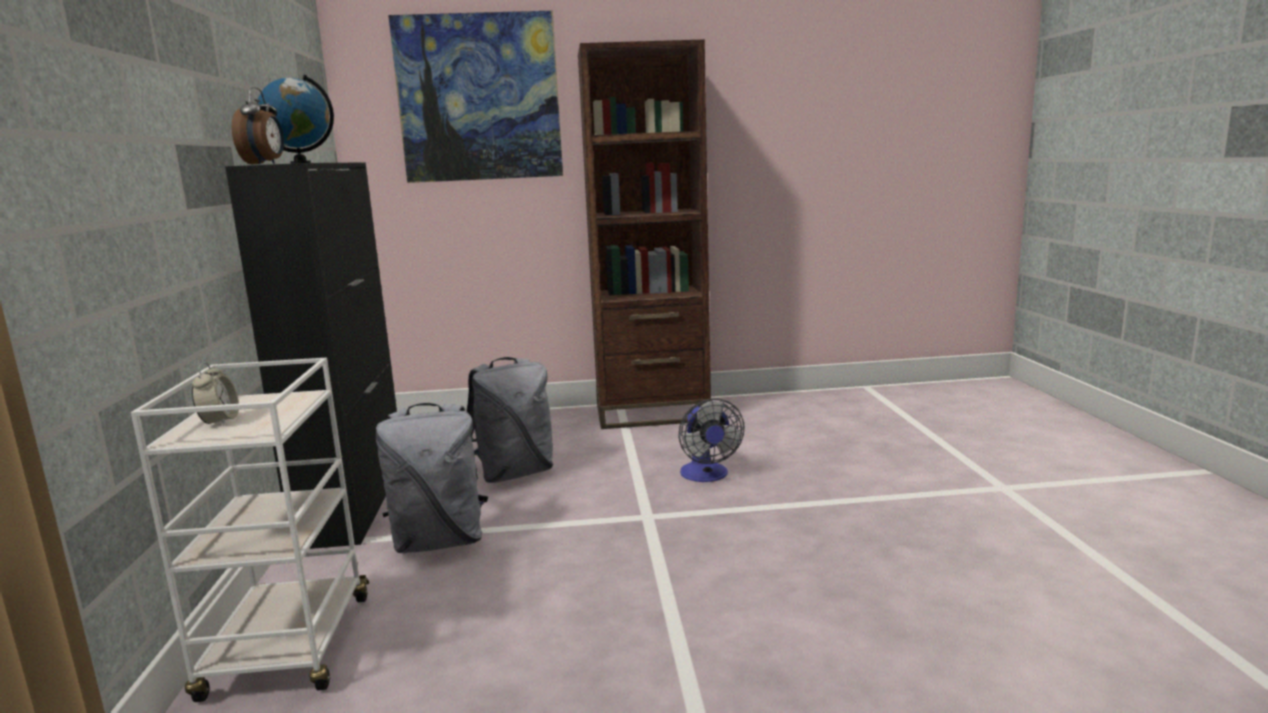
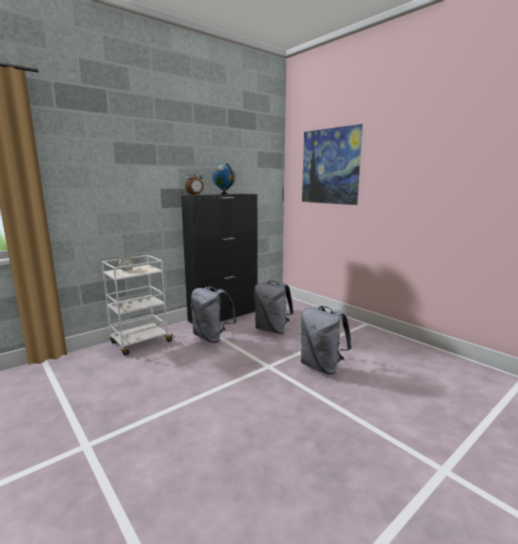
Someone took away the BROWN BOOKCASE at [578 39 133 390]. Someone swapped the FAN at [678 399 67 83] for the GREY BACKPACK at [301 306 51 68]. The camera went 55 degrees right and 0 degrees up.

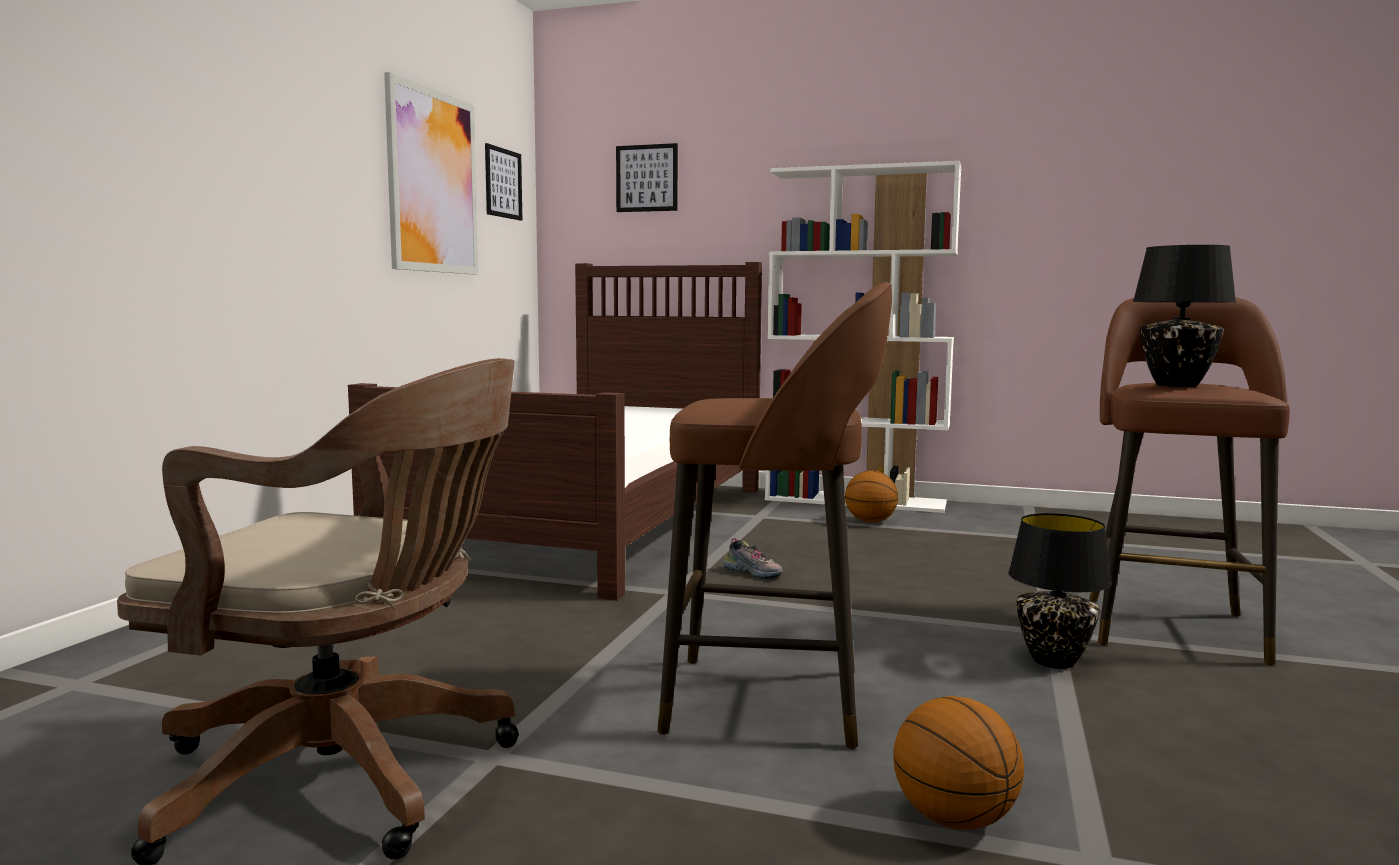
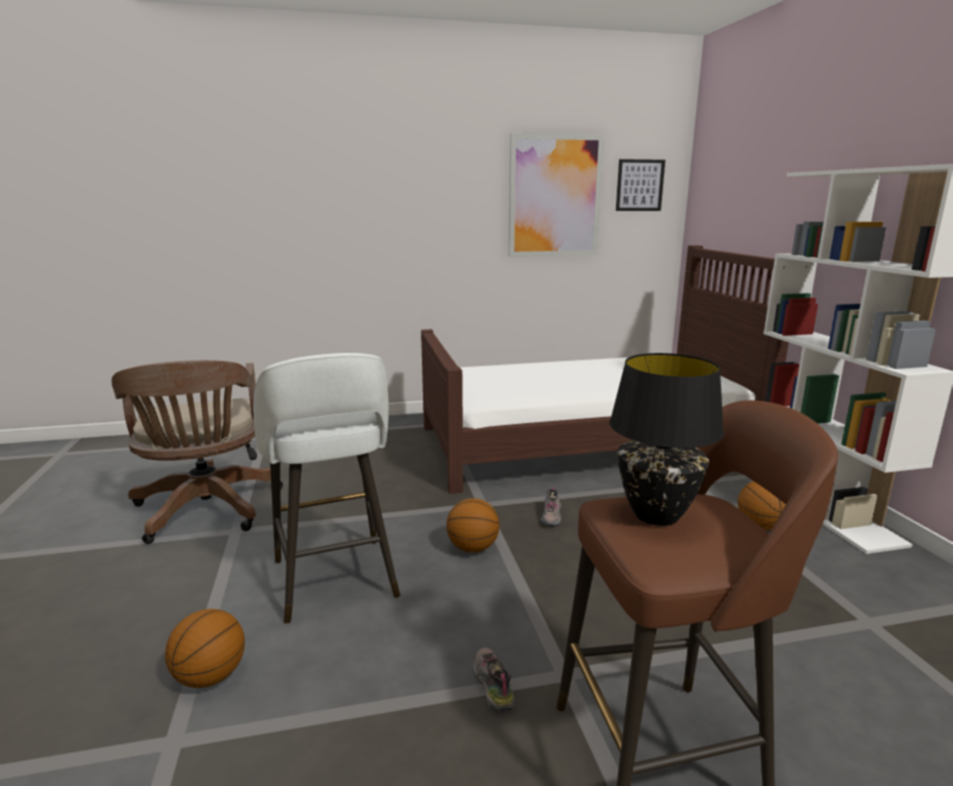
Someone took away the PICTURE at [616 143 62 69]. Someone repainted the BROWN STOOL at [657 282 235 467], which became the WHITE STOOL at [253 353 147 271]. Someone swapped the BLACK TABLE LAMP at [1008 513 104 156] for the SHOE at [473 647 42 65]. Someone put down the BASKETBALL at [446 498 54 55]. The camera went 60 degrees right and 10 degrees up.

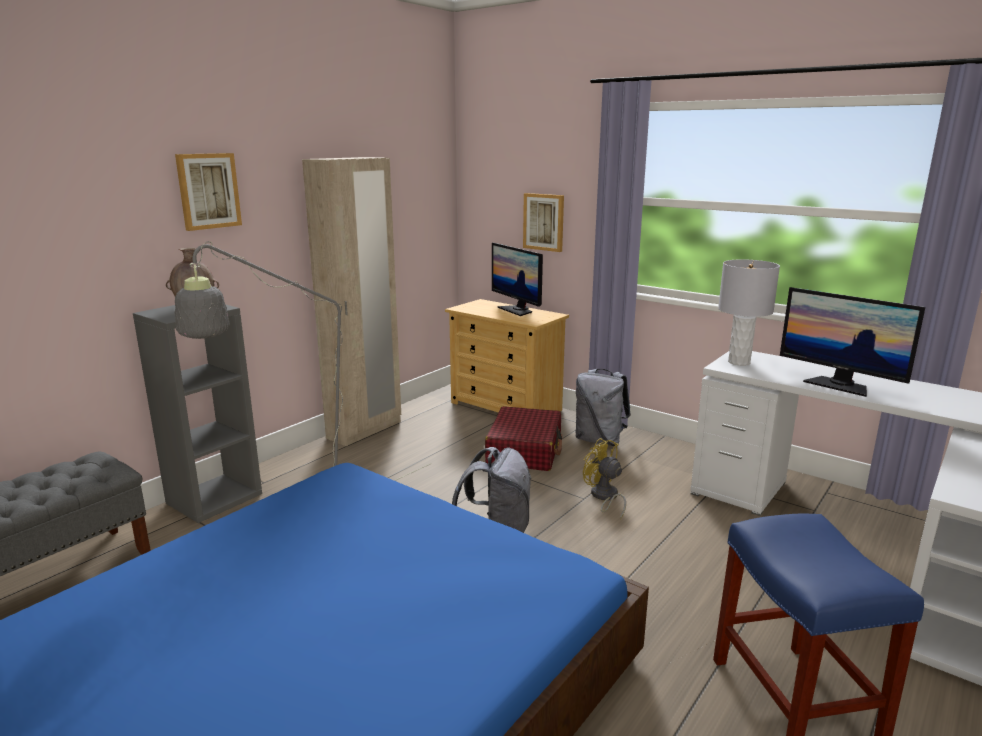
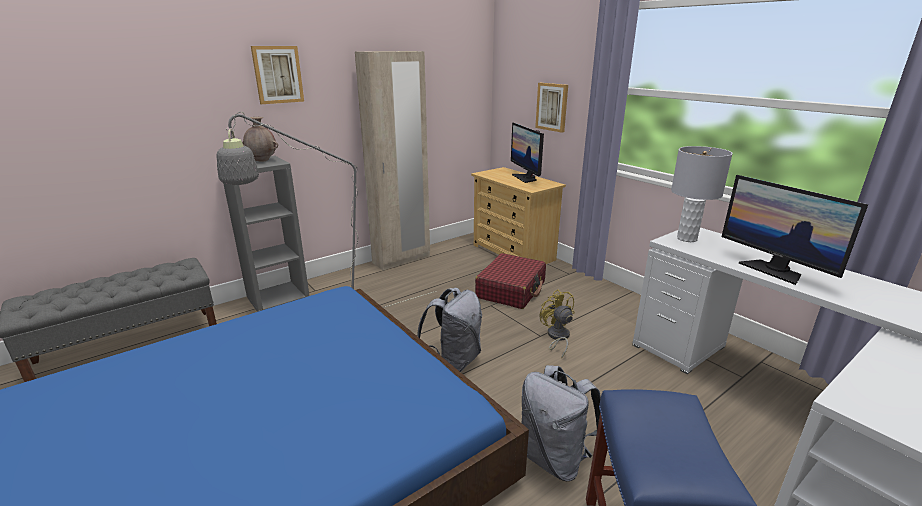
Someone carried the GREY BACKPACK from [576 369 55 77] to [522 365 79 116]. The camera went 15 degrees right and 5 degrees up.

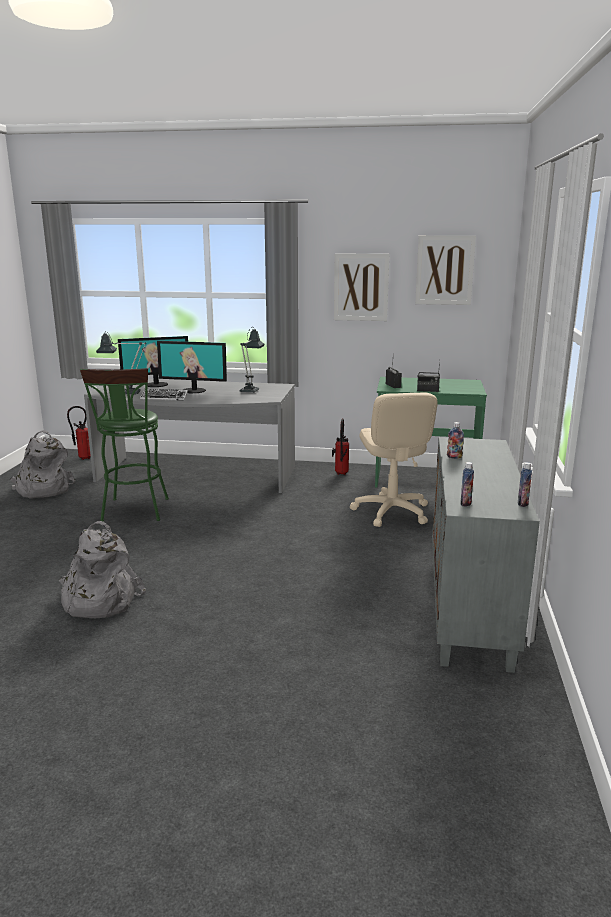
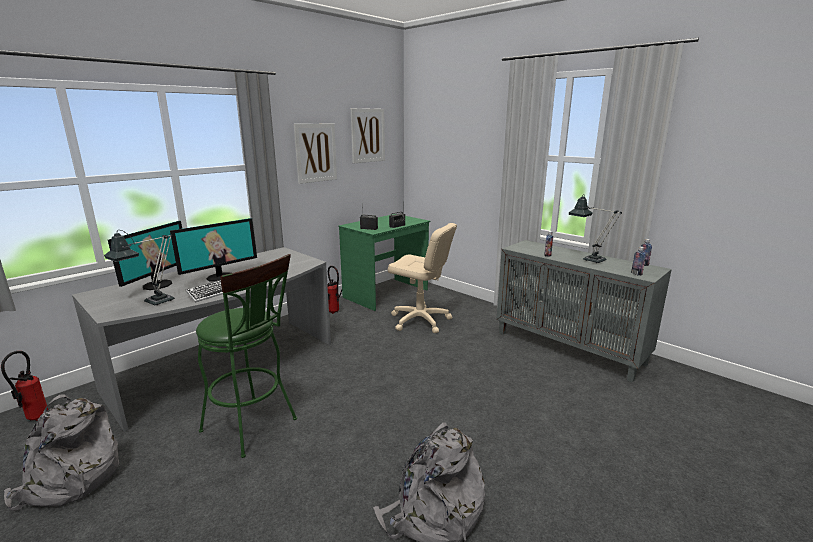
Someone carried the TABLE LAMP from [239 327 25 66] to [569 194 53 69]. The camera went 55 degrees left and 0 degrees up.

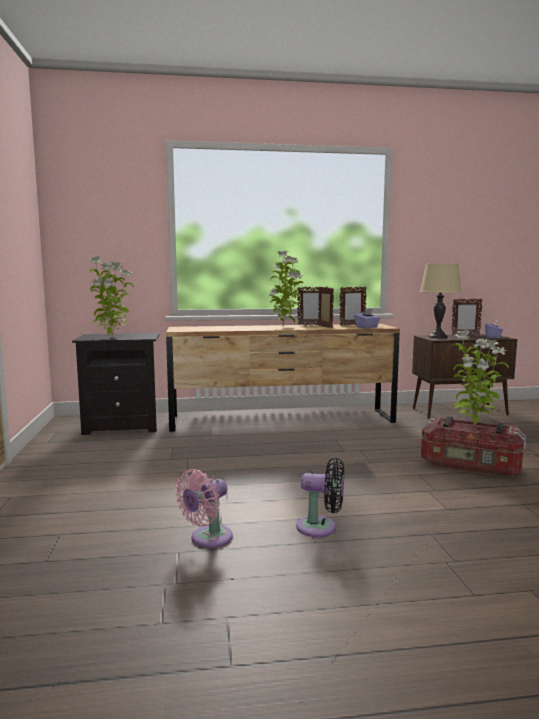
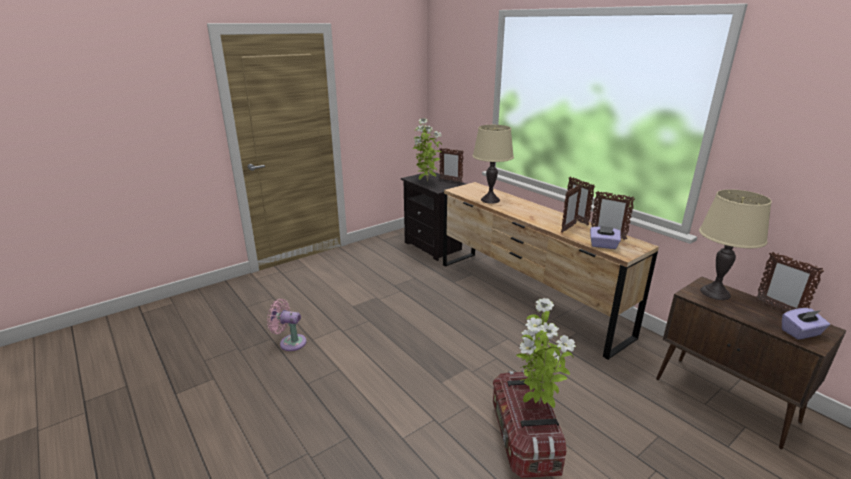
Someone took away the POTTED PLANT at [270 250 34 77]. Someone took away the BLACK FAN at [296 457 48 80]. Someone put down the PICTURE FRAME at [439 148 24 34]. Someone put down the BEIGE TABLE LAMP at [472 125 42 79]. The camera went 60 degrees right and 15 degrees up.

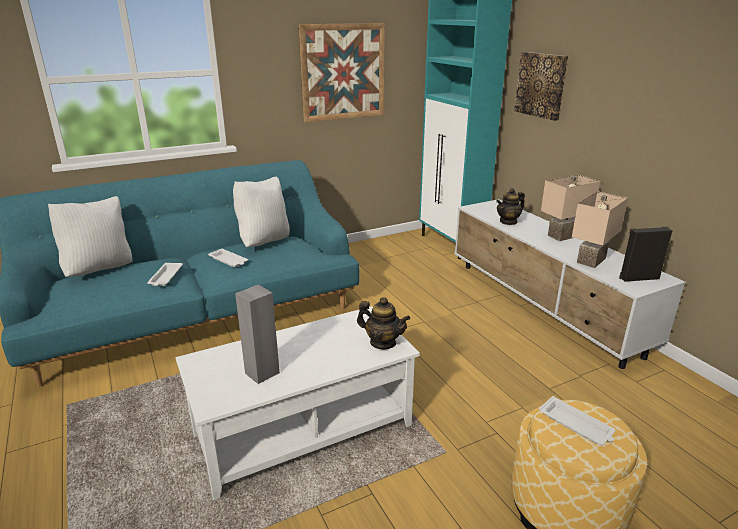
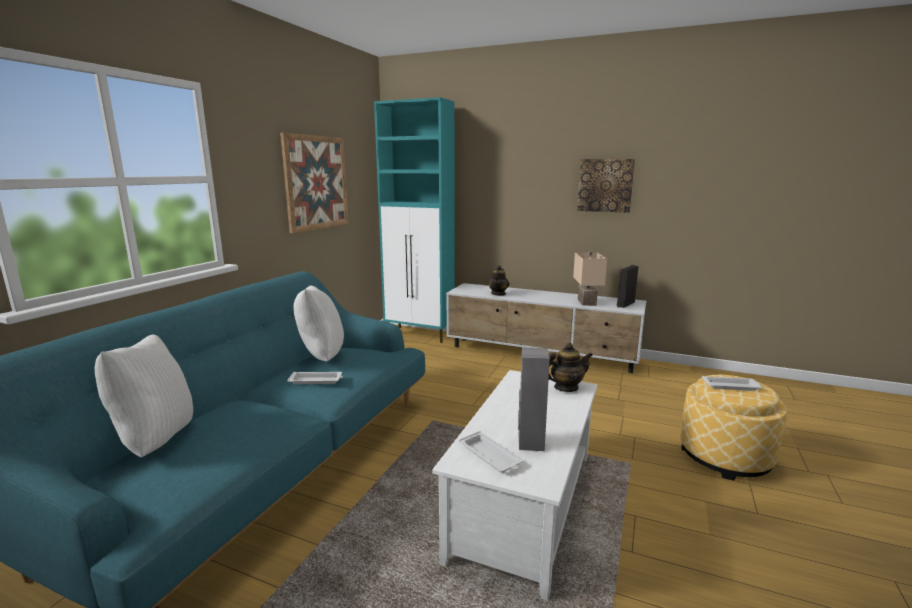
Someone carried the WHITE TRAY from [147 263 36 23] to [459 431 64 42]. Someone carried the PICTURE from [514 52 55 69] to [577 159 58 54]. Someone took away the BEIGE TABLE LAMP at [541 174 59 67]. The camera went 40 degrees left and 10 degrees down.

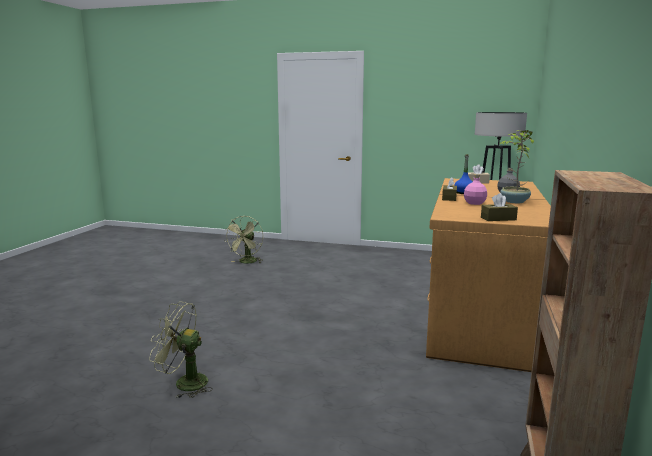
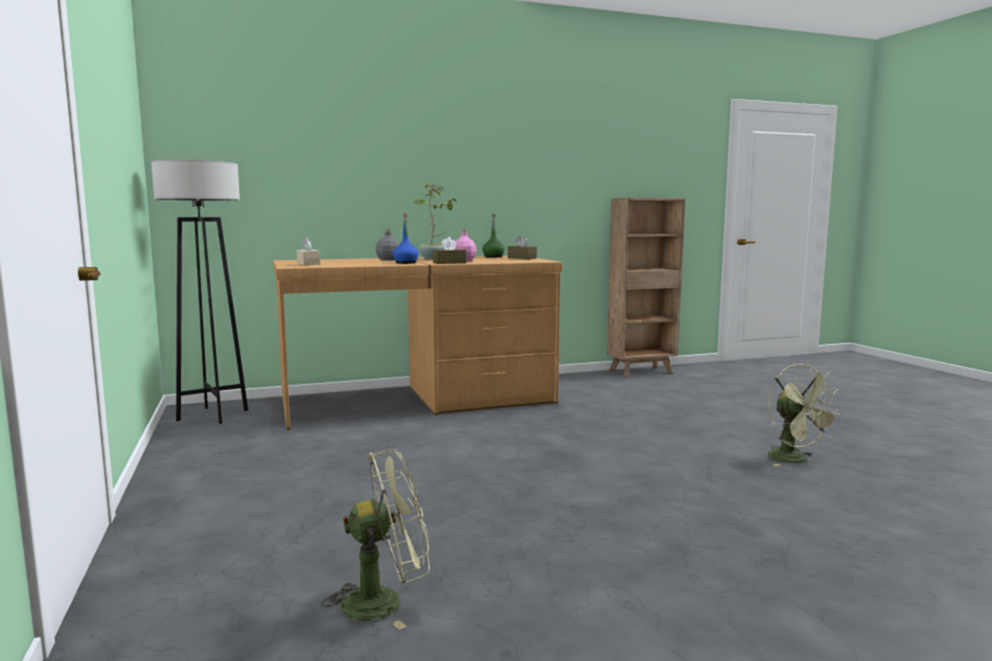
Someone put down the GREEN BOTTLE at [482 213 23 45]. The camera went 125 degrees left and 5 degrees down.

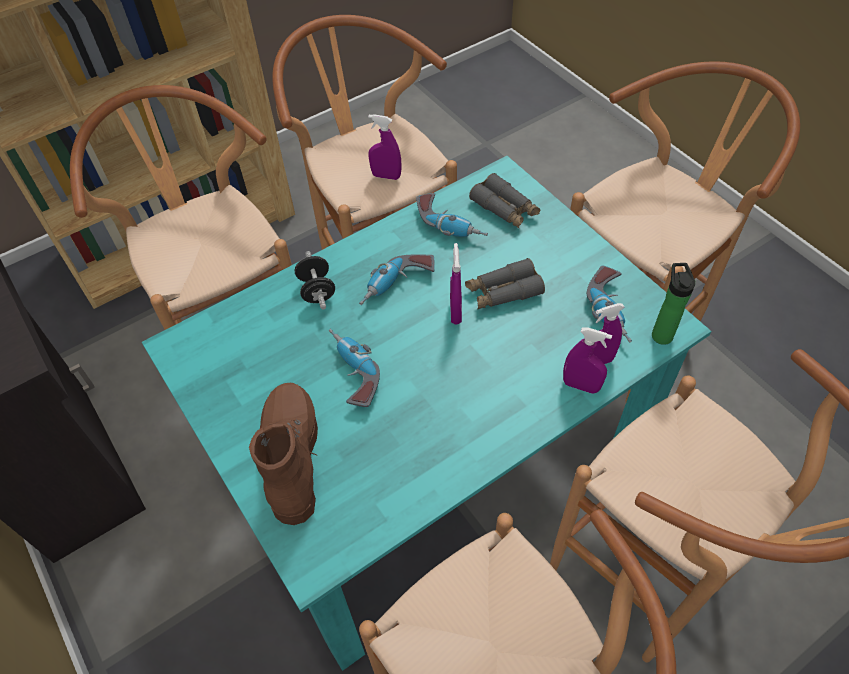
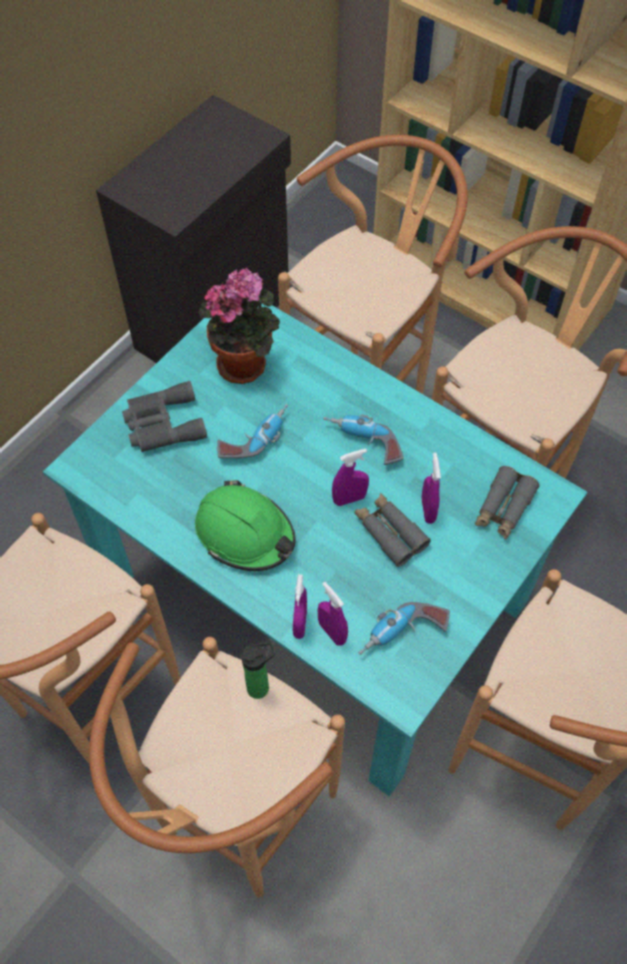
Someone swapped the BROWN BOOT at [249 383 69 142] for the GREY BINOCULARS at [122 381 85 71]. Someone took away the BLACK DUMBBELL at [295 251 40 58]. Someone carried the PURPLE SPRAY BOTTLE from [368 114 33 66] to [422 452 19 72]. Someone took away the POWER DRILL at [416 193 72 44]. Someone carried the BOTTLE from [652 263 43 82] to [241 641 34 58]. Someone put down the GREEN HARD HAT at [195 480 101 91]. Someone put down the POTTED PLANT at [198 268 82 116]. The camera went 70 degrees right and 5 degrees up.

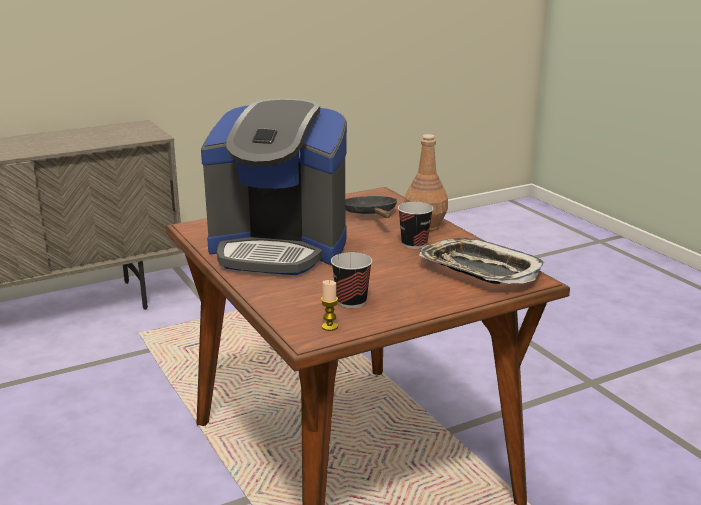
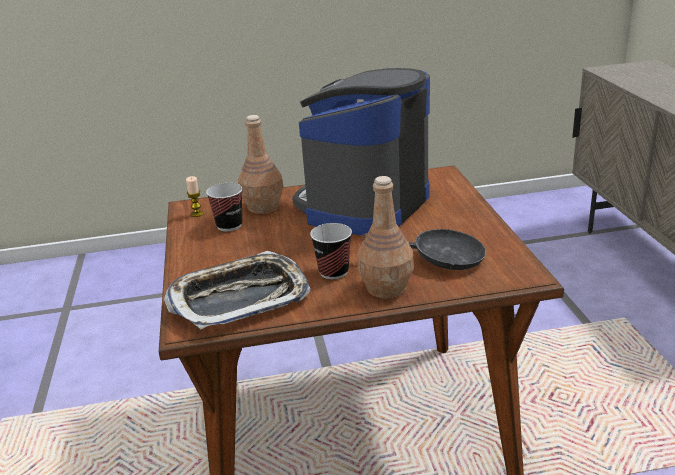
Someone put down the BROWN BOTTLE at [238 115 46 99]. The camera went 110 degrees right and 5 degrees up.

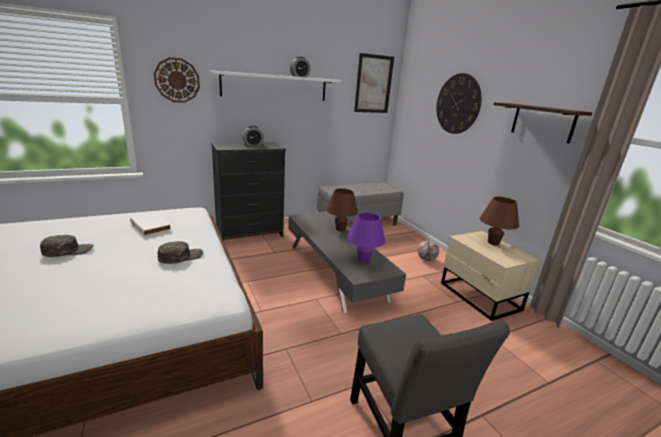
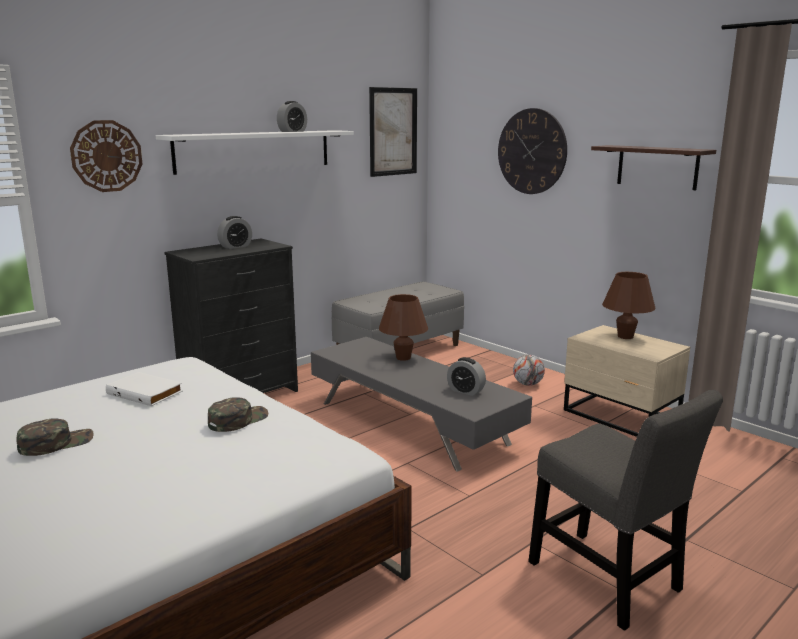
Someone swapped the PURPLE TABLE LAMP at [347 212 38 51] for the ALARM CLOCK at [447 357 39 39]. The camera went 15 degrees left and 5 degrees down.

